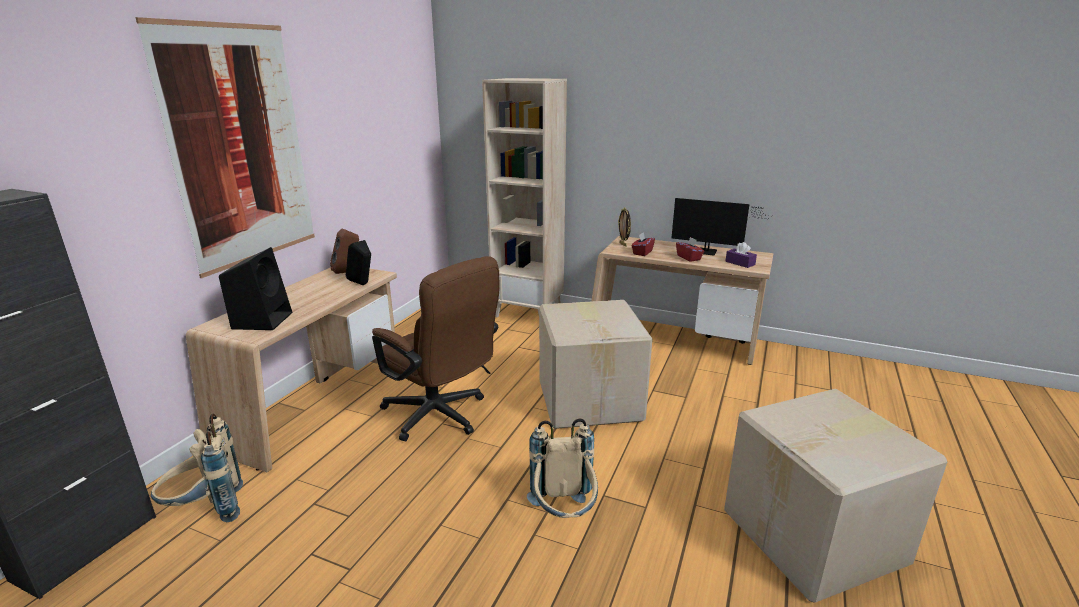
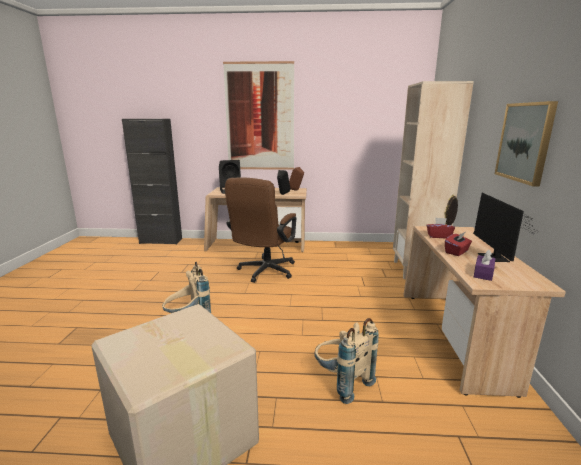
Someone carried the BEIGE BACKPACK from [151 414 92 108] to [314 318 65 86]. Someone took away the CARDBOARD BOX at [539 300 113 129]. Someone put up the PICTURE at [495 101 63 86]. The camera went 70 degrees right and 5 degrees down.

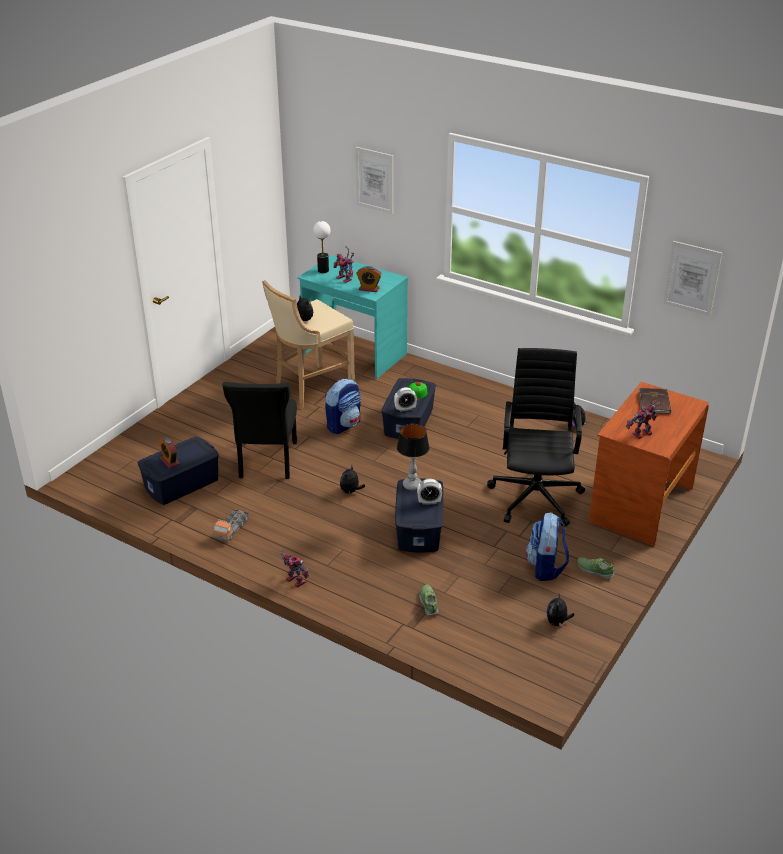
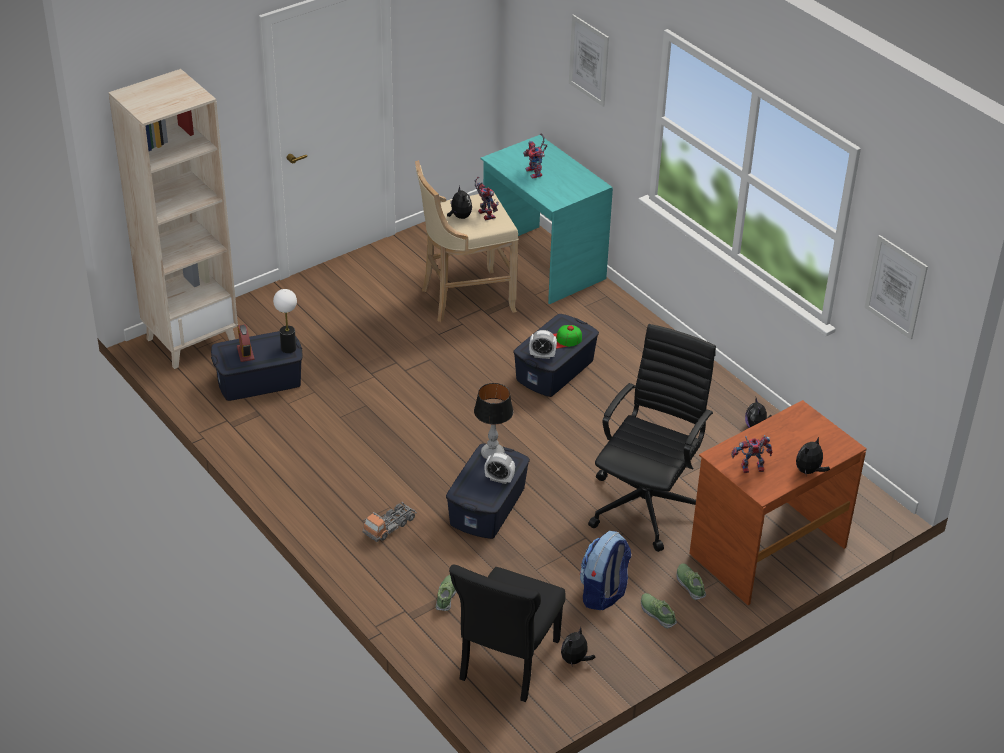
Someone carried the TOY TRUCK from [213 509 36 33] to [363 502 54 40]. Someone carried the BLACK CHAIR from [222 382 75 97] to [449 565 117 137]. Someone carried the TOY ROBOT from [281 549 28 38] to [475 176 24 44]. Someone carried the TABLE LAMP from [313 221 17 52] to [273 289 24 64]. Someone took away the BACKPACK at [325 379 36 55]. Someone carried the PLUSH TOY from [340 465 25 30] to [796 437 34 37]. Someone took away the ALARM CLOCK at [356 266 26 26]. Someone took away the BROWN BOOK at [639 388 32 26]. Someone put down the BEIGE BOOKCASE at [108 69 130 300]. Someone put down the SHOE at [676 563 30 37]. The camera went 20 degrees right and 5 degrees up.

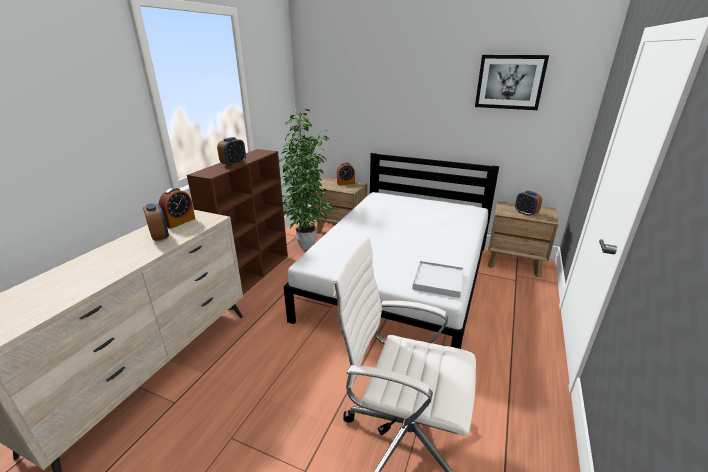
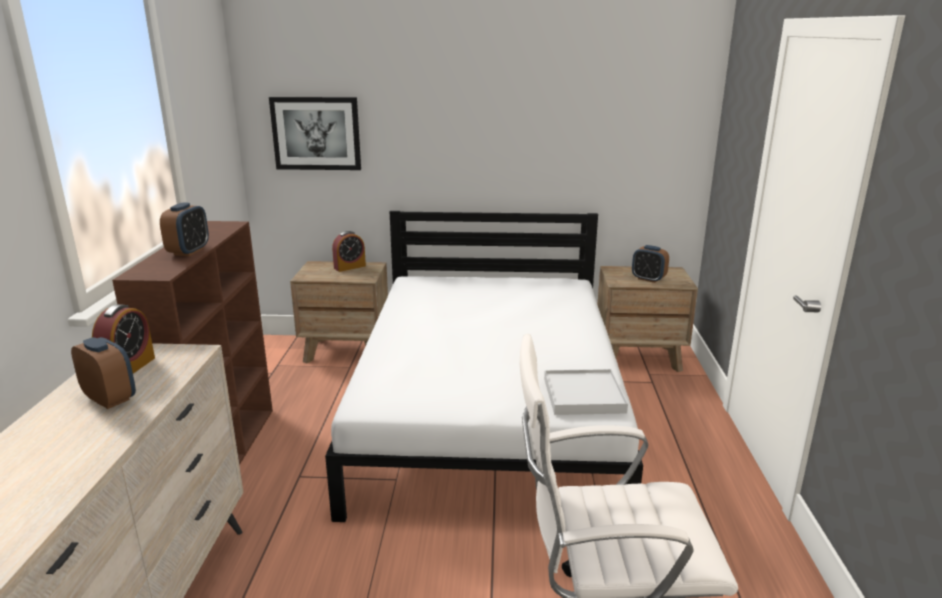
Someone took away the POTTED PLANT at [279 108 55 142]. Someone carried the PICTURE from [475 55 74 55] to [269 97 92 73]. The camera went 20 degrees left and 5 degrees down.

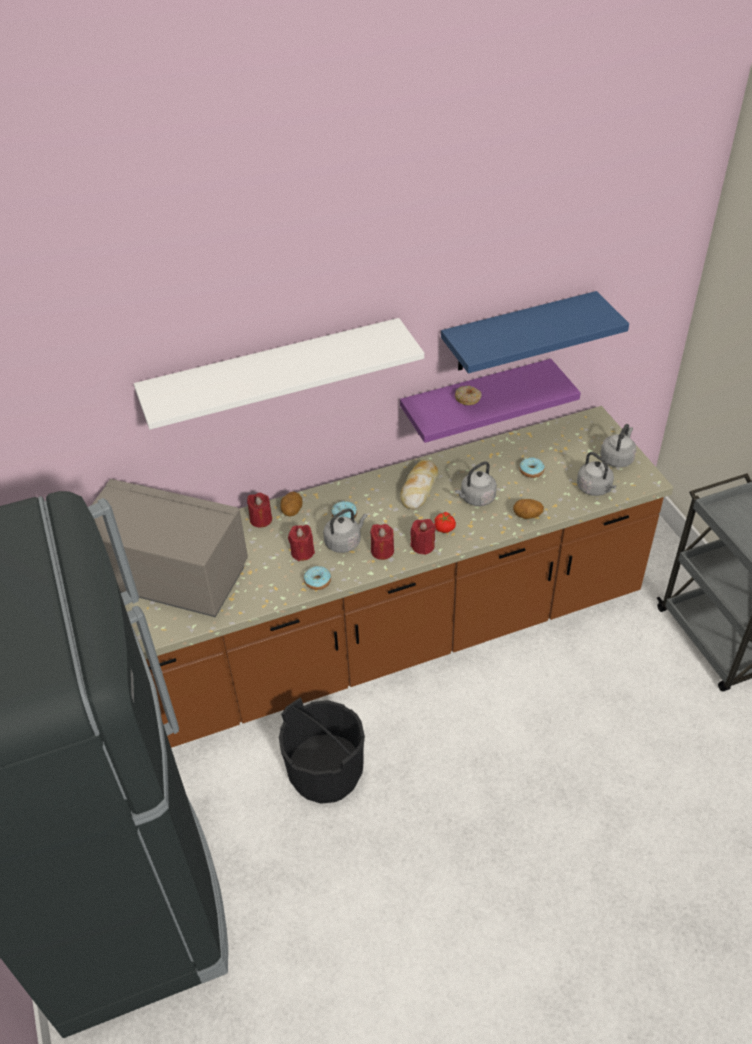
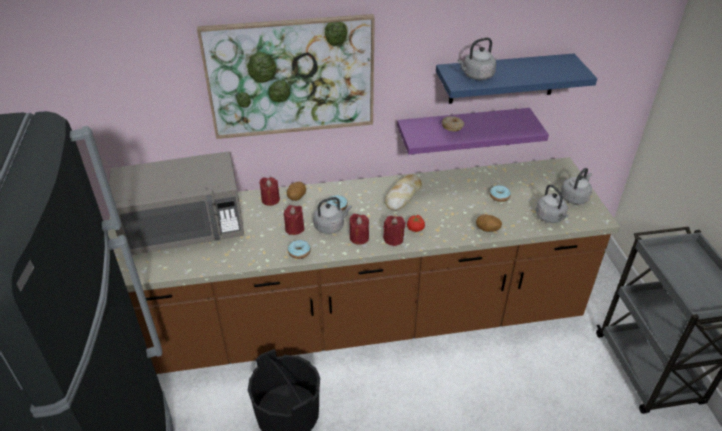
Someone rotated the GREY MICROWAVE at [92 479 156 138] by 135 degrees clockwise. Someone swapped the WHITE SHELF at [134 318 290 112] for the PICTURE at [197 14 178 125]. Someone carried the GREY KETTLE from [455 461 42 45] to [457 37 40 43]. The camera went 10 degrees right and 5 degrees down.

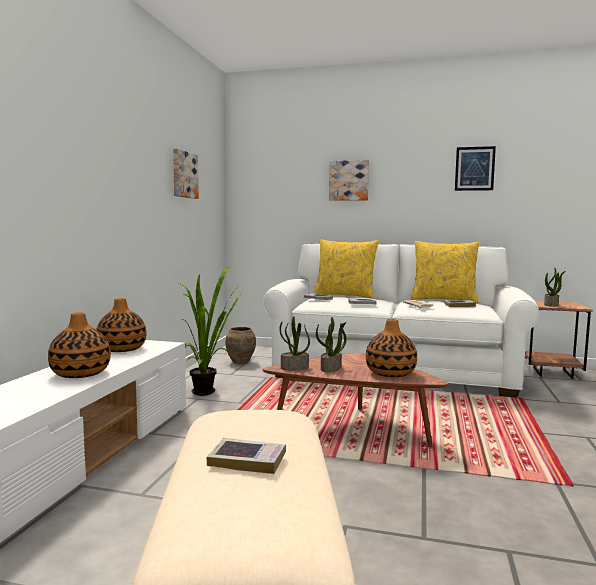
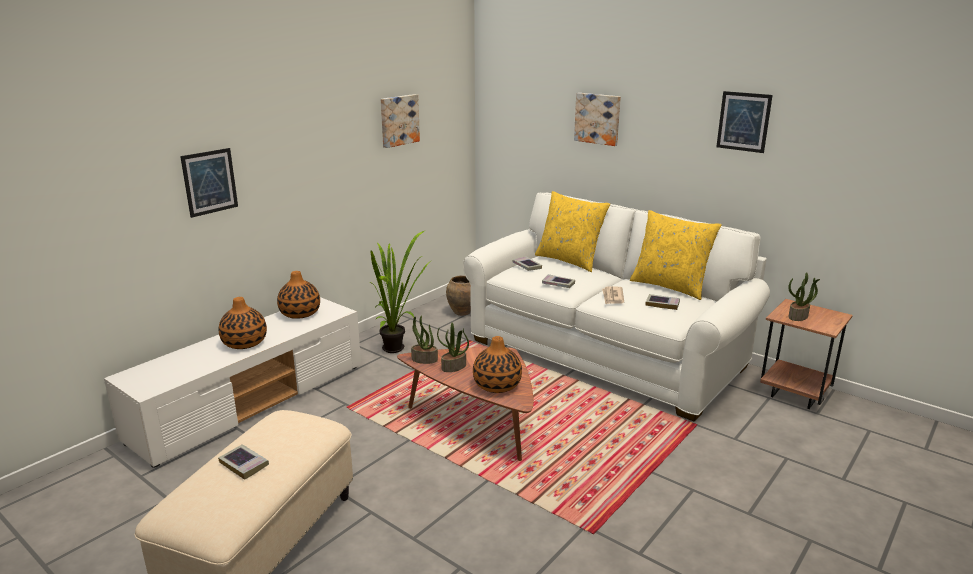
Someone put up the PICTURE at [180 148 58 70]. The camera went 25 degrees right and 15 degrees up.

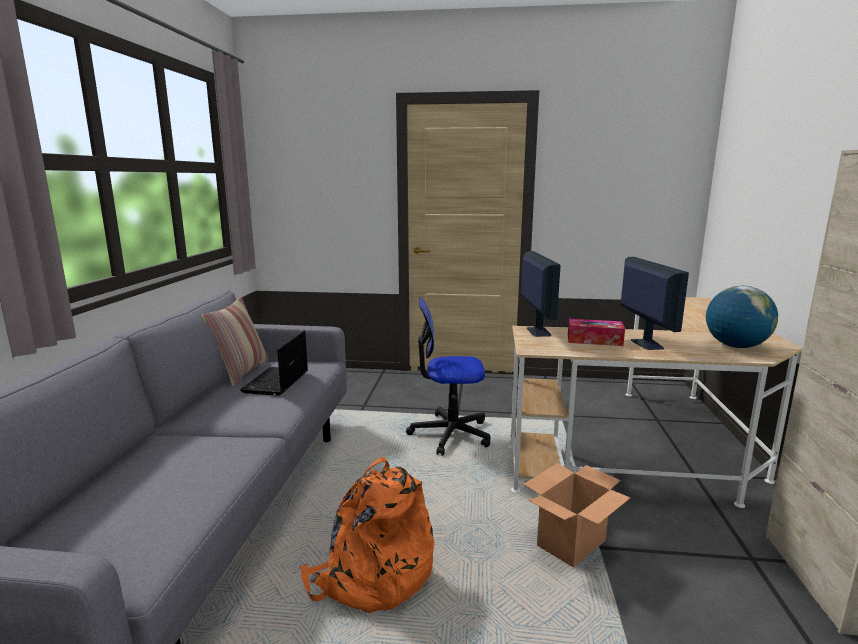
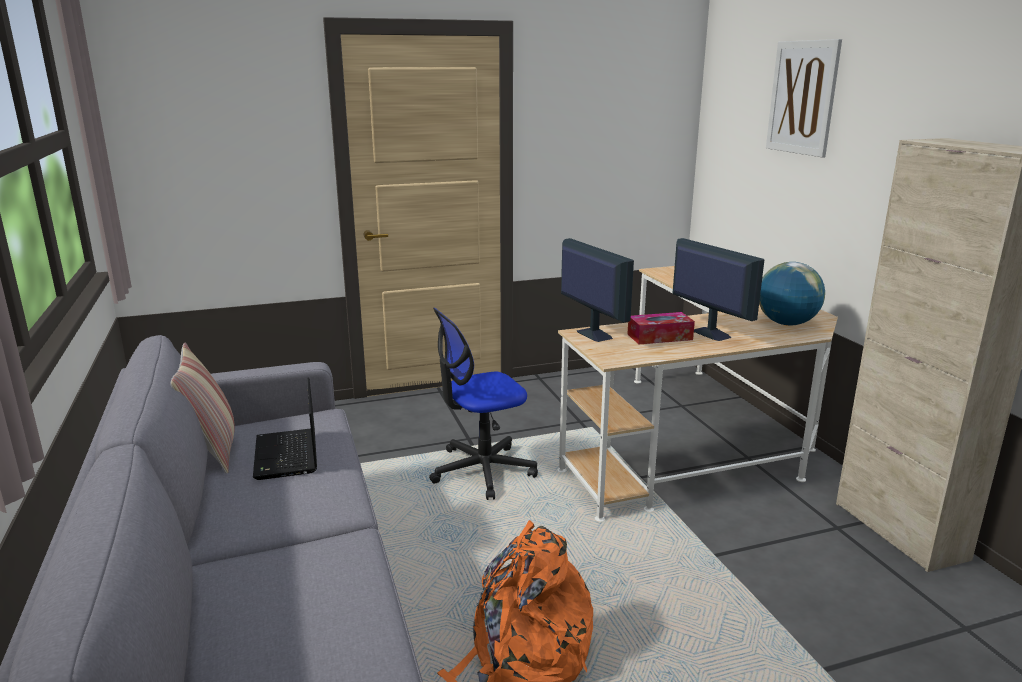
Someone took away the CARDBOARD BOX at [524 463 106 104]. Someone put up the PICTURE at [766 39 76 118]. The camera went 25 degrees left and 5 degrees up.

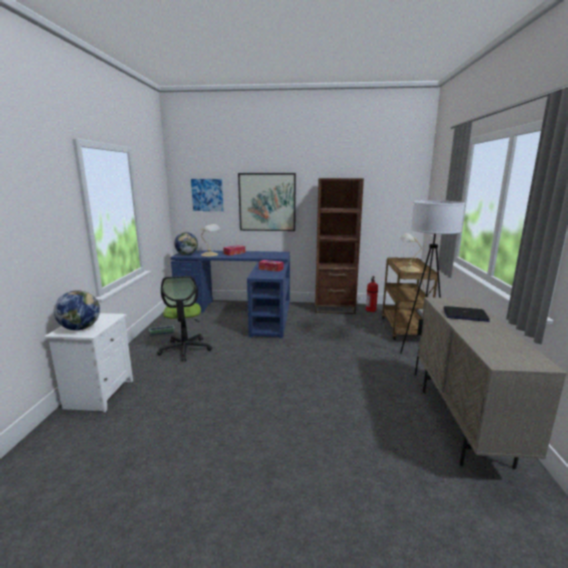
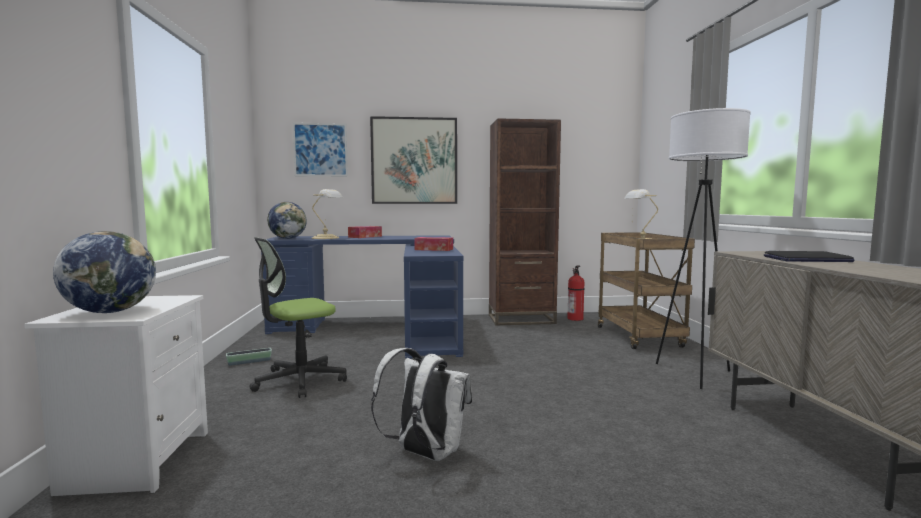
Someone rotated the OFFICE CHAIR at [157 276 55 85] by 75 degrees clockwise. Someone put down the WHITE BACKPACK at [371 348 101 113]. The camera went 10 degrees left and 10 degrees down.

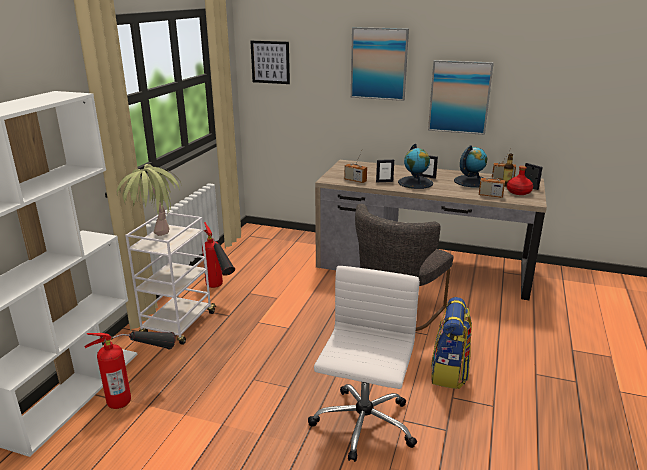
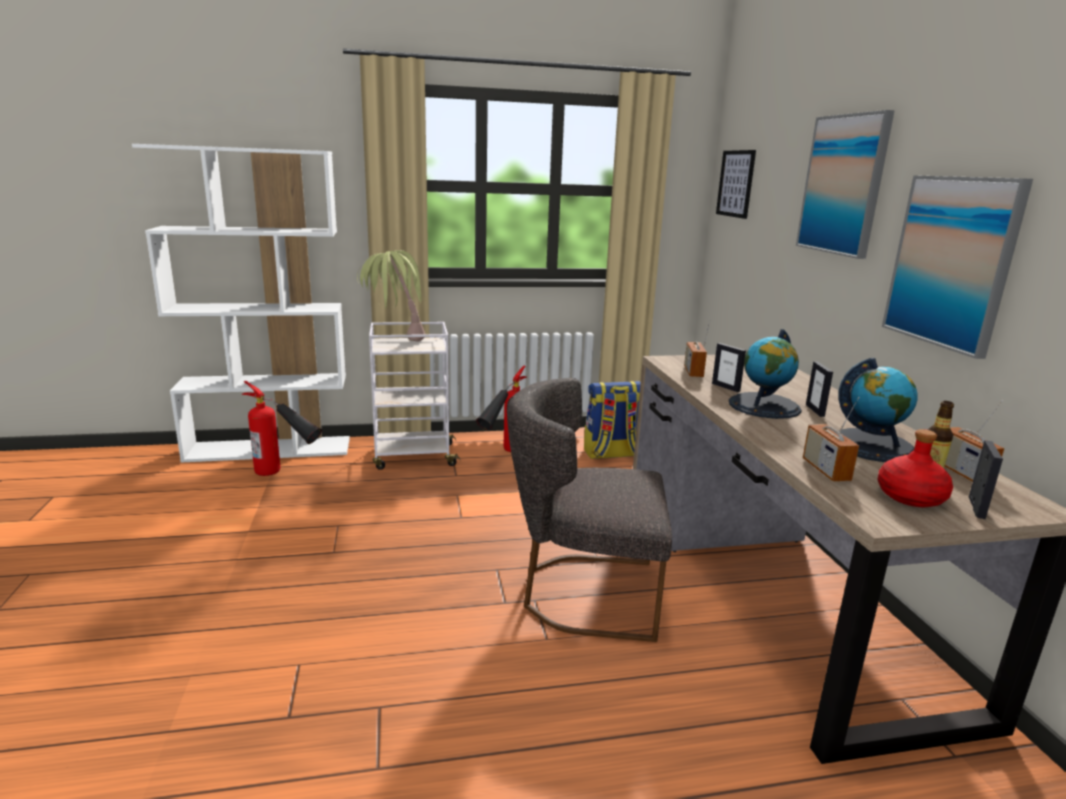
Someone took away the WHITE OFFICE CHAIR at [308 266 112 196]. Someone carried the BACKPACK from [431 297 41 92] to [584 381 57 78]. The camera went 60 degrees right and 5 degrees down.

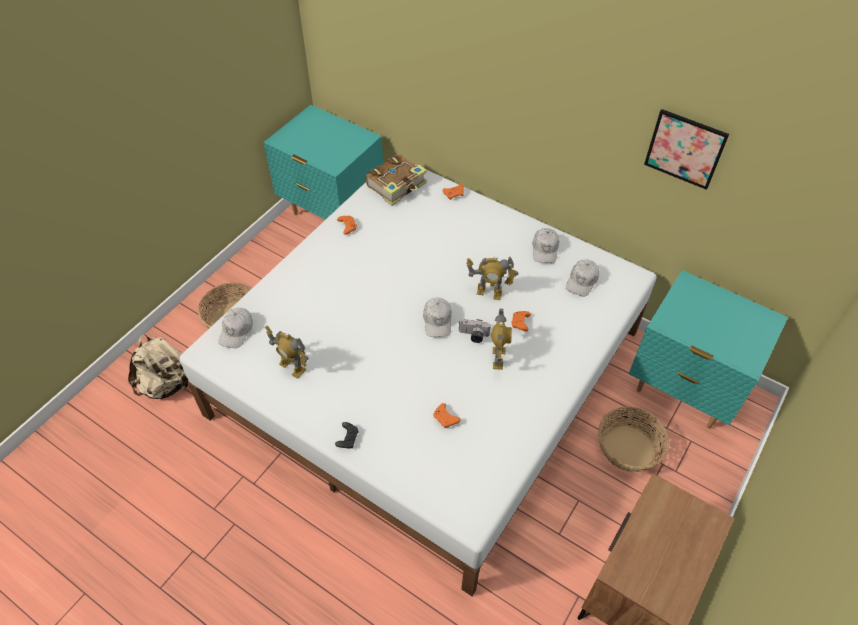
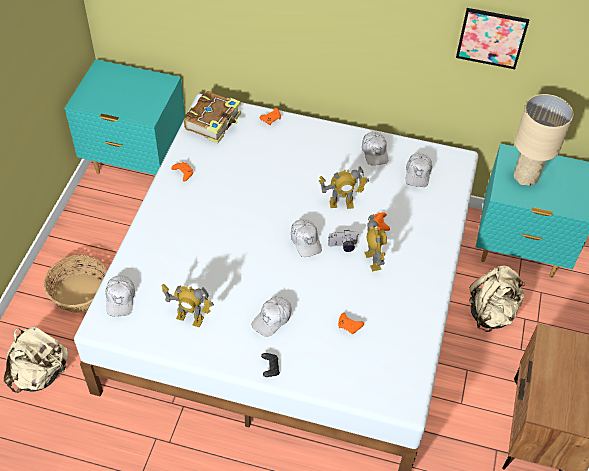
Someone swapped the BASKET at [598 407 71 65] for the BEIGE BACKPACK at [469 266 56 66]. Someone put down the WHITE CAP at [252 297 40 40]. Someone put down the BEIGE TABLE LAMP at [514 94 60 92]. The camera went 20 degrees left and 0 degrees up.

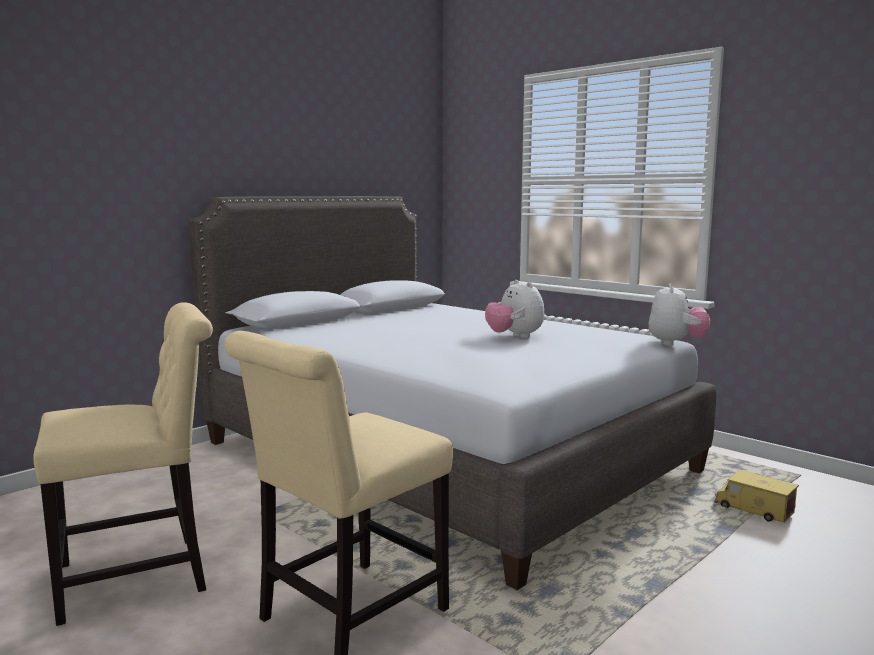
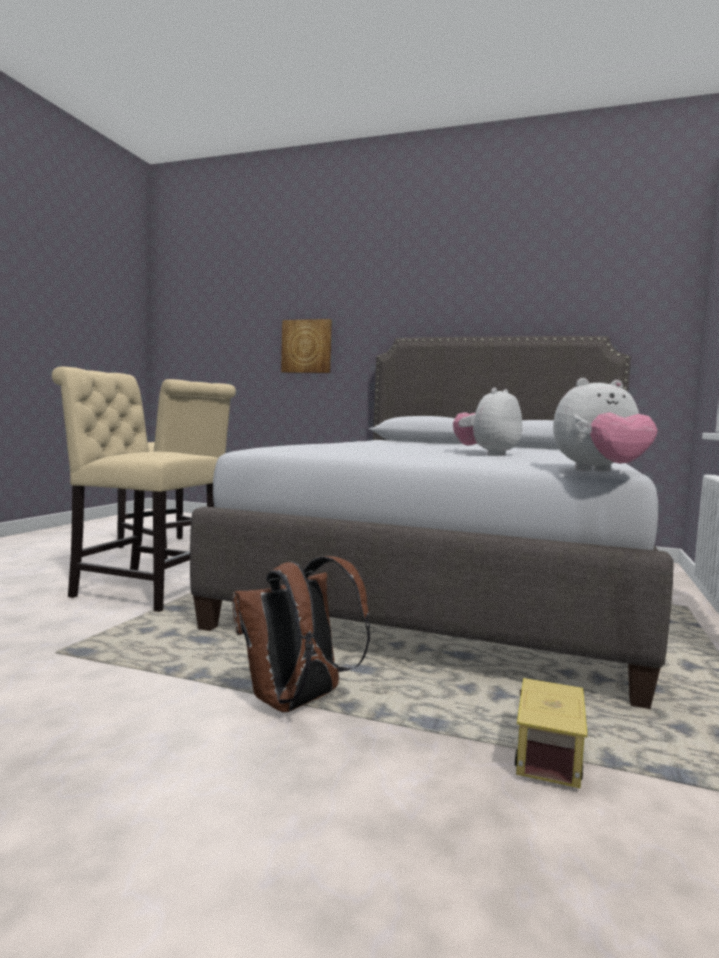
Someone put down the BROWN BACKPACK at [232 556 138 156]. Someone put up the PICTURE at [281 319 51 54]. The camera went 65 degrees right and 5 degrees down.

